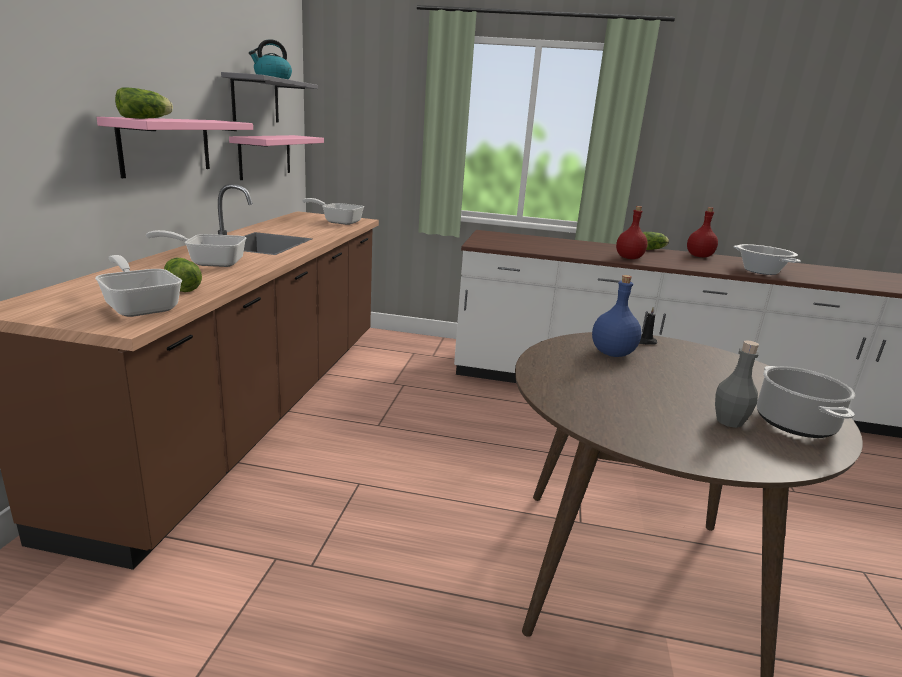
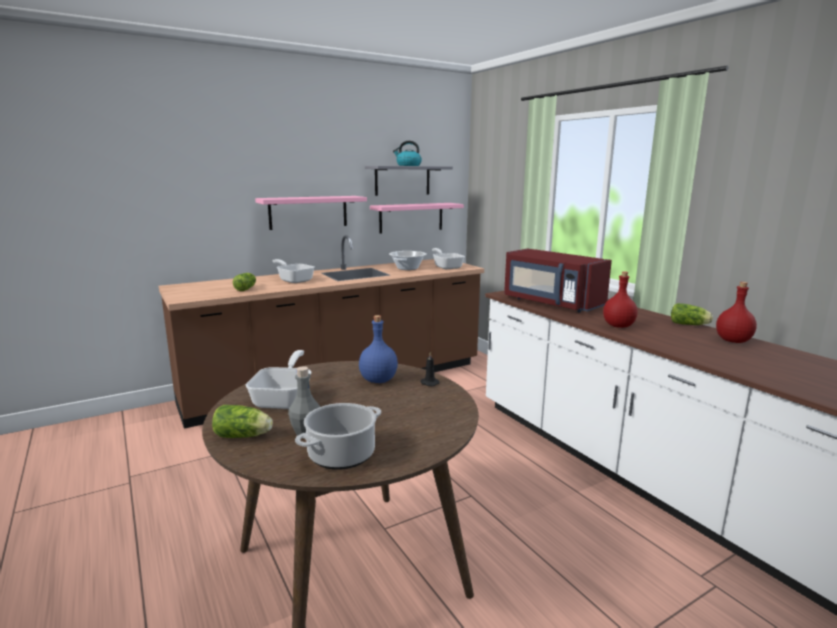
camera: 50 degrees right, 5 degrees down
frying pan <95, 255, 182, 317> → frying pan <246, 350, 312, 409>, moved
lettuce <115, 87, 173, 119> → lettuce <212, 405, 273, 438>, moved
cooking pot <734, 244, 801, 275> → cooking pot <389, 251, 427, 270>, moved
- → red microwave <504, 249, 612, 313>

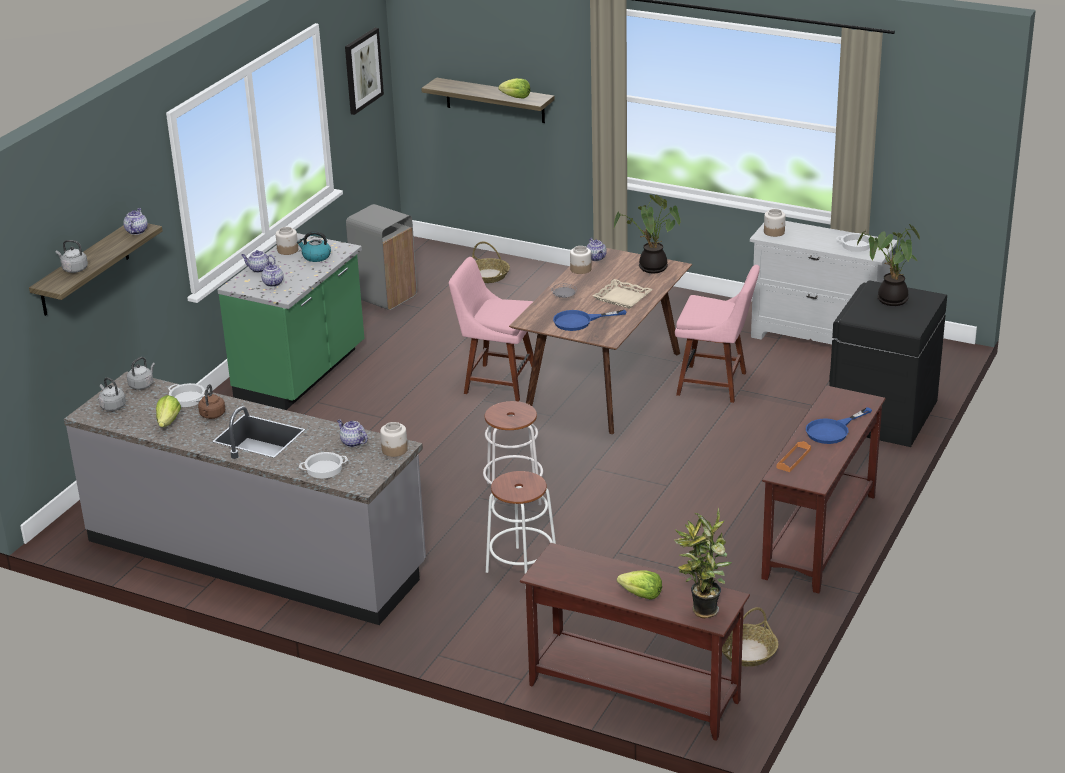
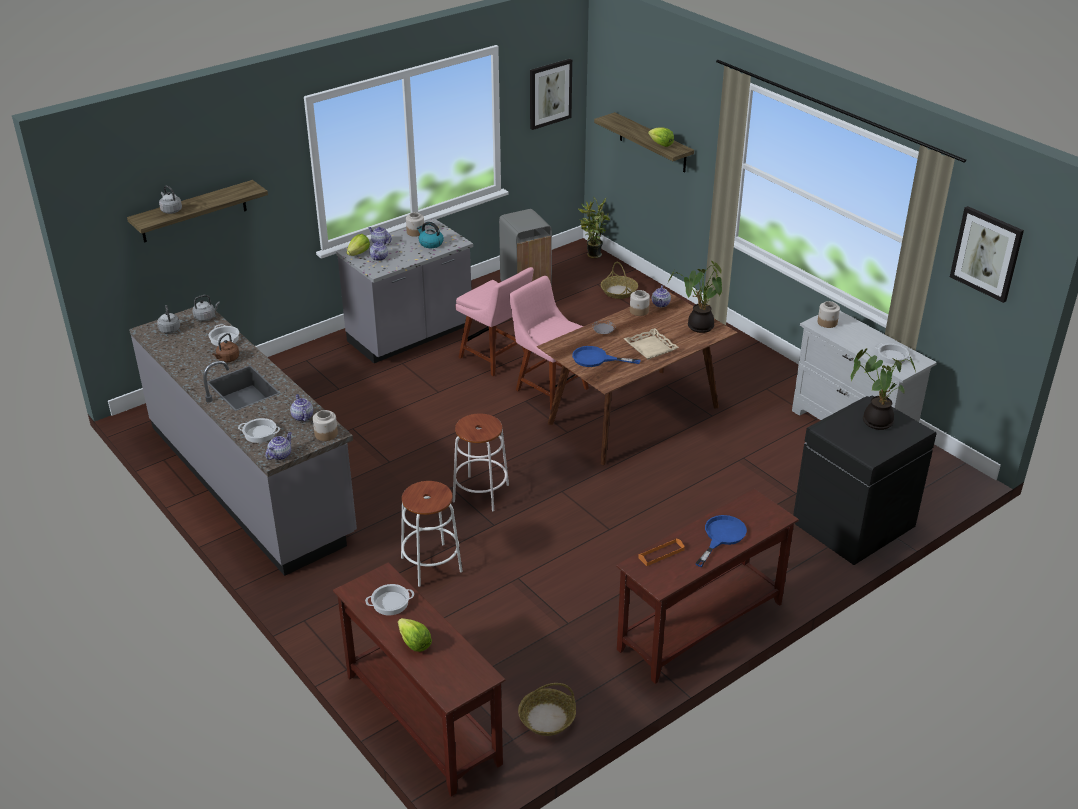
camera: 25 degrees right, 5 degrees up
teapot <123, 208, 148, 235> → teapot <265, 432, 292, 460>, moved
lettuce <156, 395, 181, 427> → lettuce <347, 234, 370, 256>, moved
green counter <217, 233, 364, 410> → grey counter <336, 218, 473, 363>
potted plant <674, 508, 732, 619> → potted plant <578, 196, 610, 258>, moved
pink chair <675, 265, 760, 403> → pink chair <455, 267, 534, 376>, moved
blue frying pan <806, 407, 872, 444> → blue frying pan <695, 515, 747, 567>, 135 degrees clockwise
- → cooking pot <365, 584, 414, 615>
- → picture <950, 206, 1024, 303>

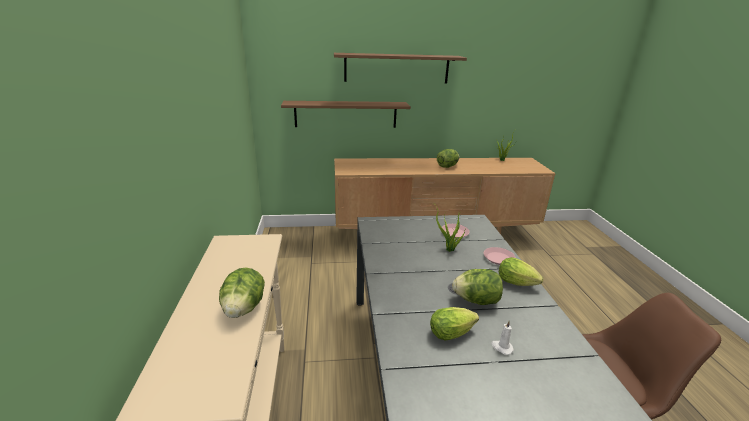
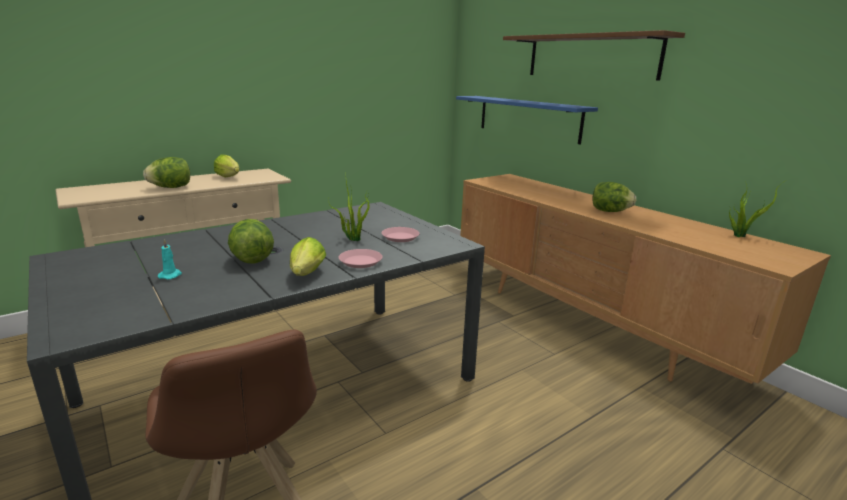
camera: 60 degrees right, 5 degrees down
brown shelf <281, 101, 411, 128> → blue shelf <456, 96, 598, 144>
lettuce <430, 307, 479, 340> → lettuce <214, 155, 240, 177>, moved
white candle <491, 321, 514, 355> → turquoise candle <158, 239, 182, 279>

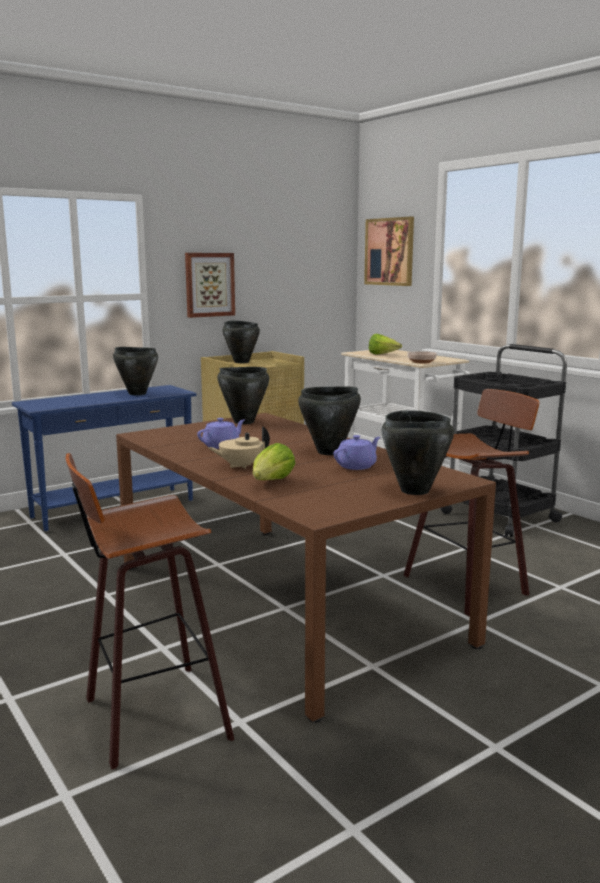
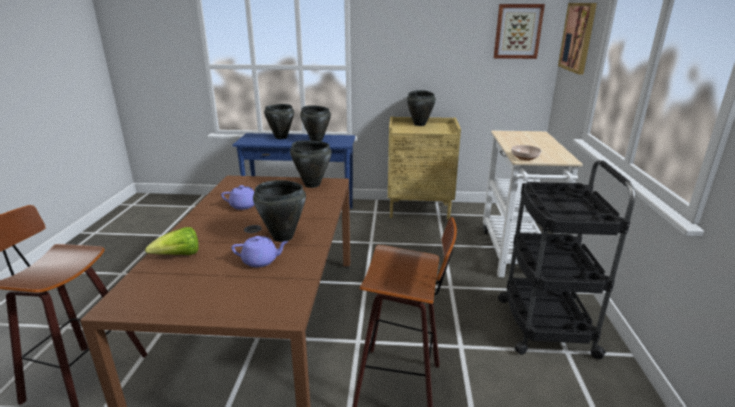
camera: 40 degrees right, 10 degrees up
picture <185, 253, 235, 318> → picture <494, 4, 545, 59>, moved
beige teapot <208, 426, 270, 469> → -
lettuce <369, 334, 402, 355> → -
black cooking pot <381, 410, 454, 495> → black cooking pot <264, 104, 294, 139>, moved

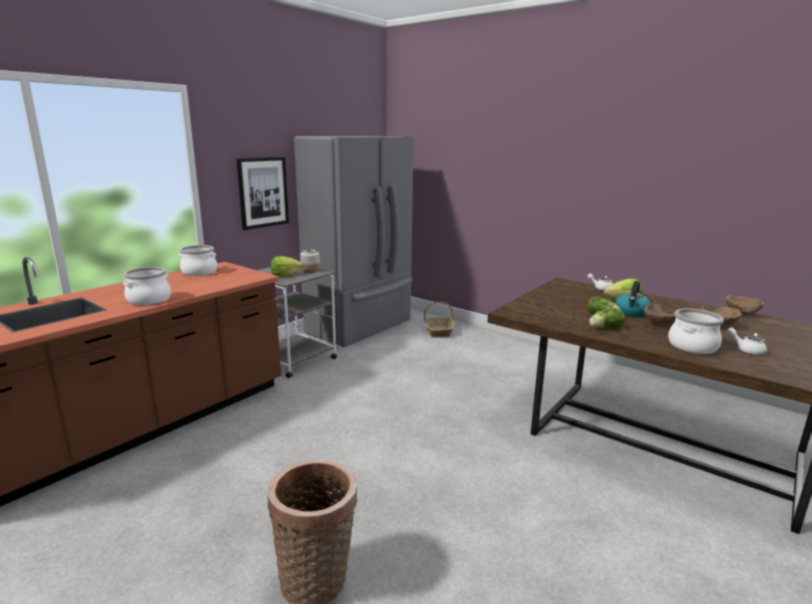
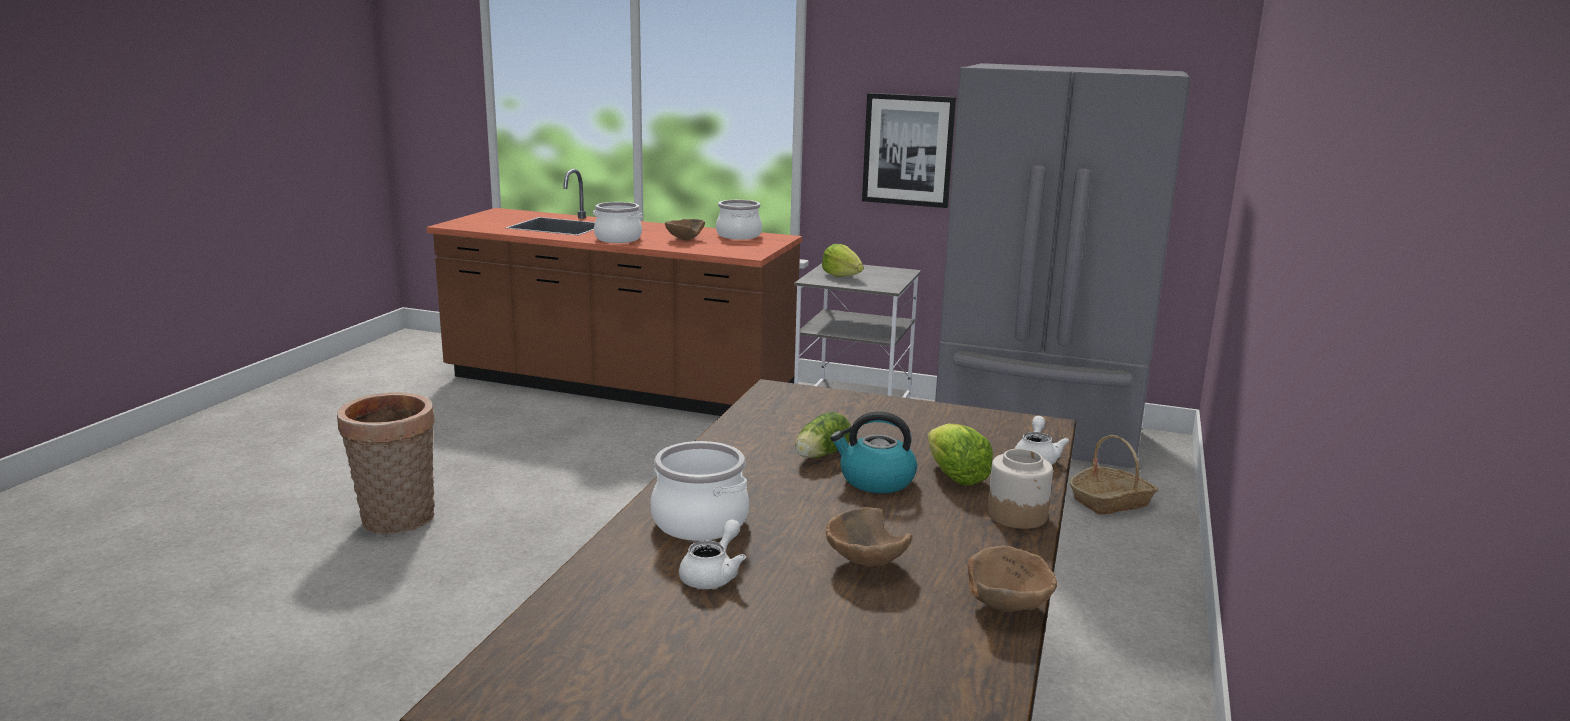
camera: 70 degrees right, 0 degrees up
jar <300, 249, 320, 273> → jar <987, 449, 1053, 529>, moved
lettuce <589, 308, 625, 329> → -
brown bowl <644, 304, 676, 325> → brown bowl <665, 219, 705, 240>, moved

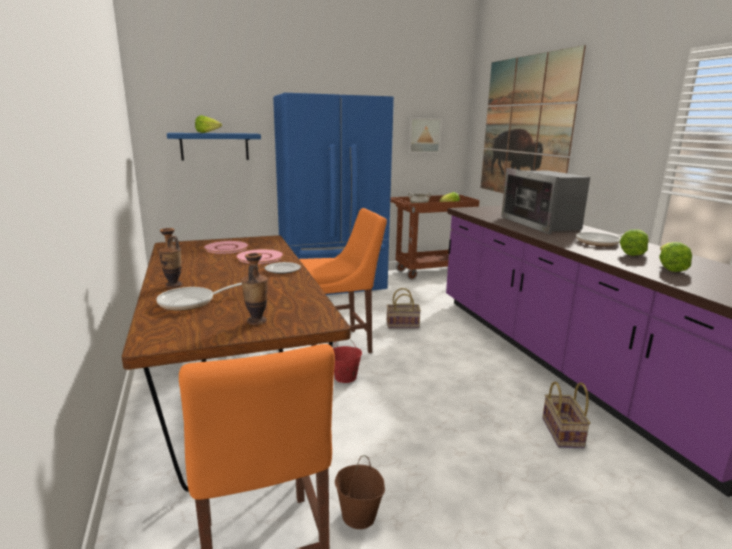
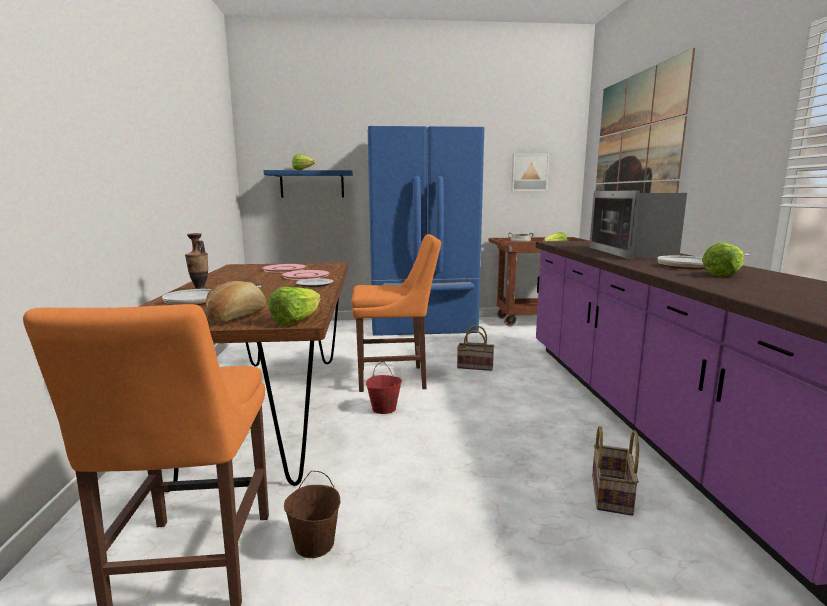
camera: 15 degrees right, 5 degrees down
vase <241, 253, 268, 325> → bread <206, 281, 266, 324>
lettuce <659, 242, 692, 272> → lettuce <268, 287, 321, 325>, moved

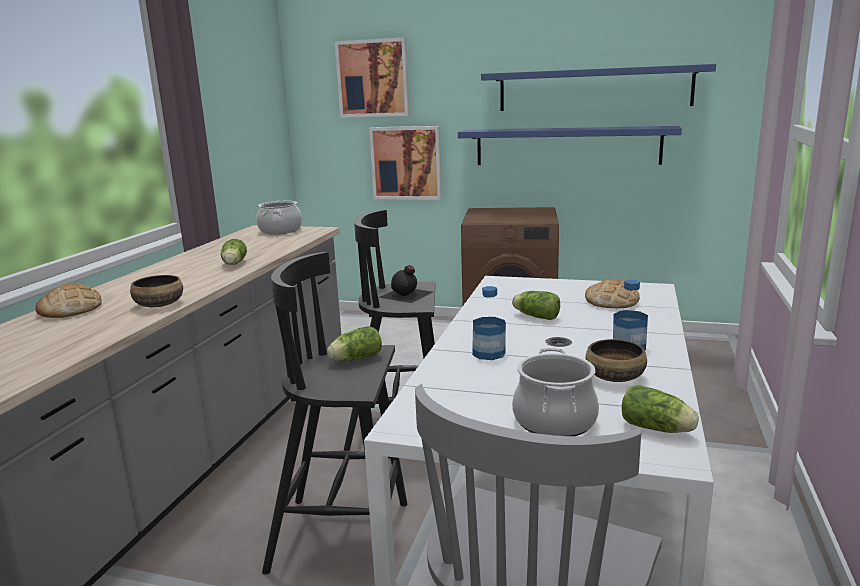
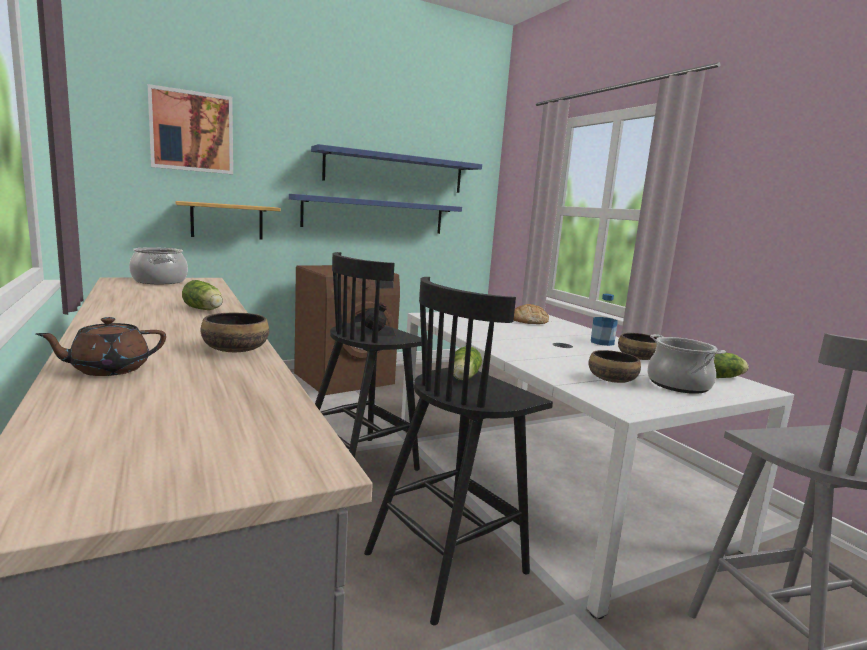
camera: 45 degrees left, 5 degrees down
bread <35, 284, 102, 318> → brown teapot <36, 317, 166, 376>
picture <369, 126, 442, 200> → shelf <175, 201, 281, 239>
bottle <472, 286, 506, 360> → -
lettuce <512, 291, 560, 320> → -
- → bowl <588, 350, 641, 383>

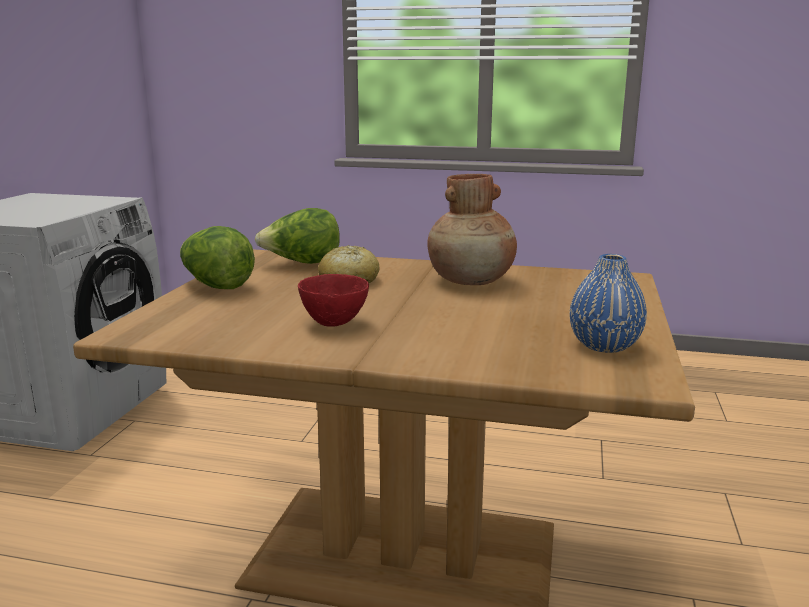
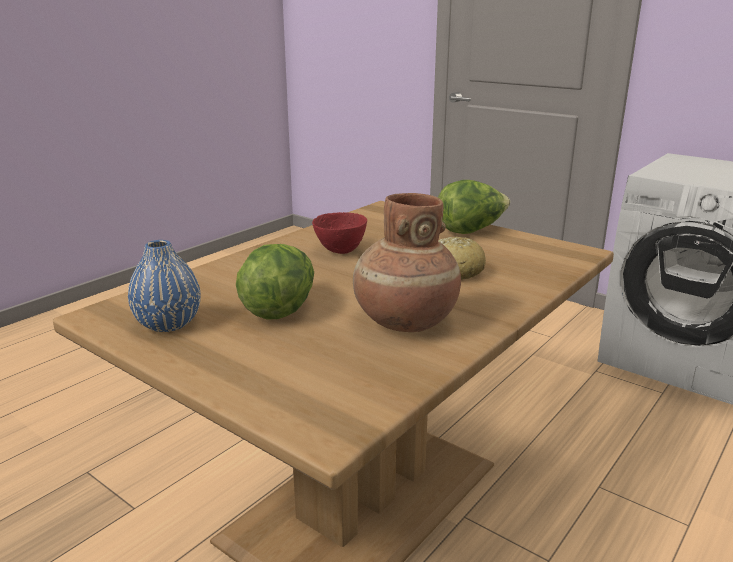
camera: 115 degrees right, 5 degrees up
lettuce <255, 208, 340, 264> → lettuce <236, 244, 314, 320>, moved

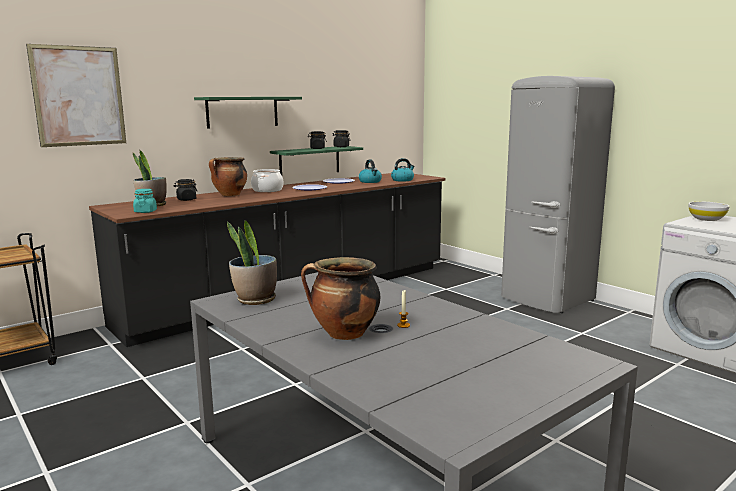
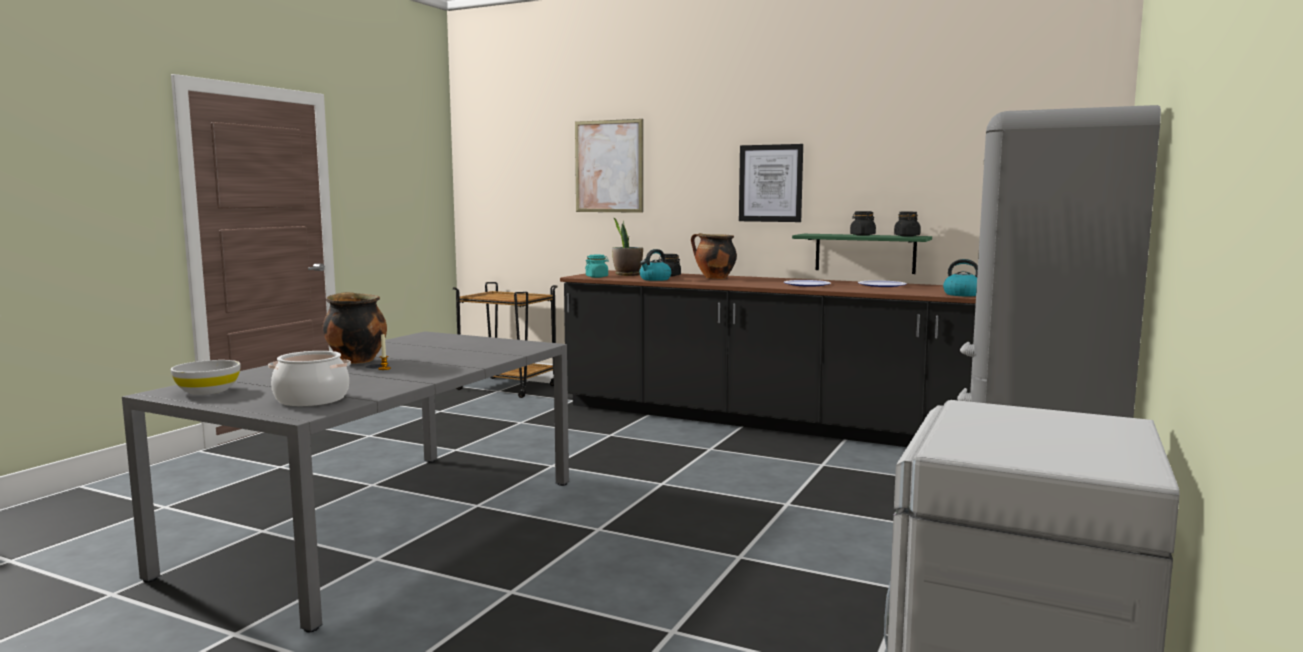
camera: 65 degrees right, 5 degrees down
green shelf <194, 97, 302, 129> → picture <739, 144, 803, 222>
potted plant <227, 220, 277, 305> → -
cooking pot <251, 169, 283, 192> → cooking pot <268, 351, 351, 406>, moved
kettle <359, 159, 382, 183> → kettle <640, 249, 671, 281>, moved
white bowl <688, 202, 730, 221> → white bowl <171, 360, 241, 395>, moved

